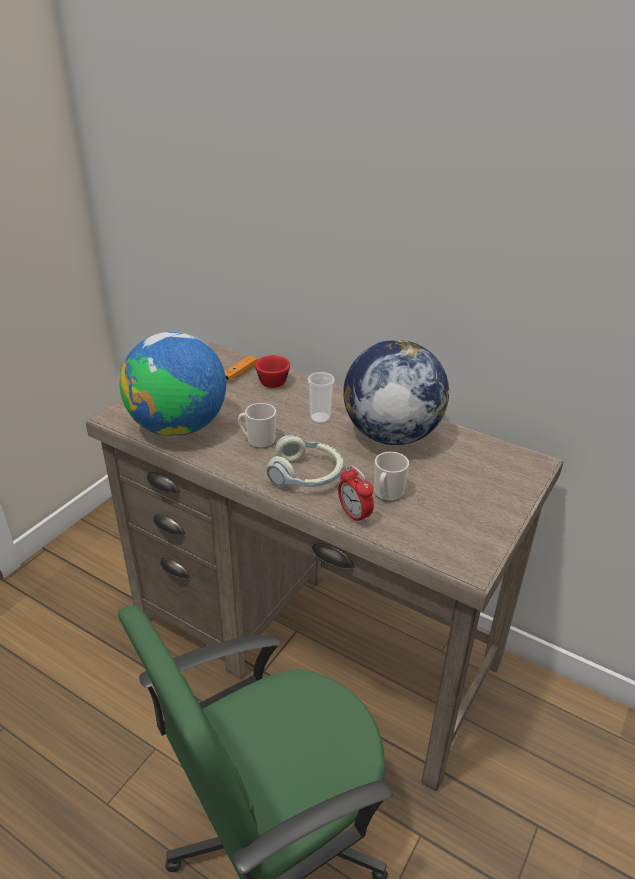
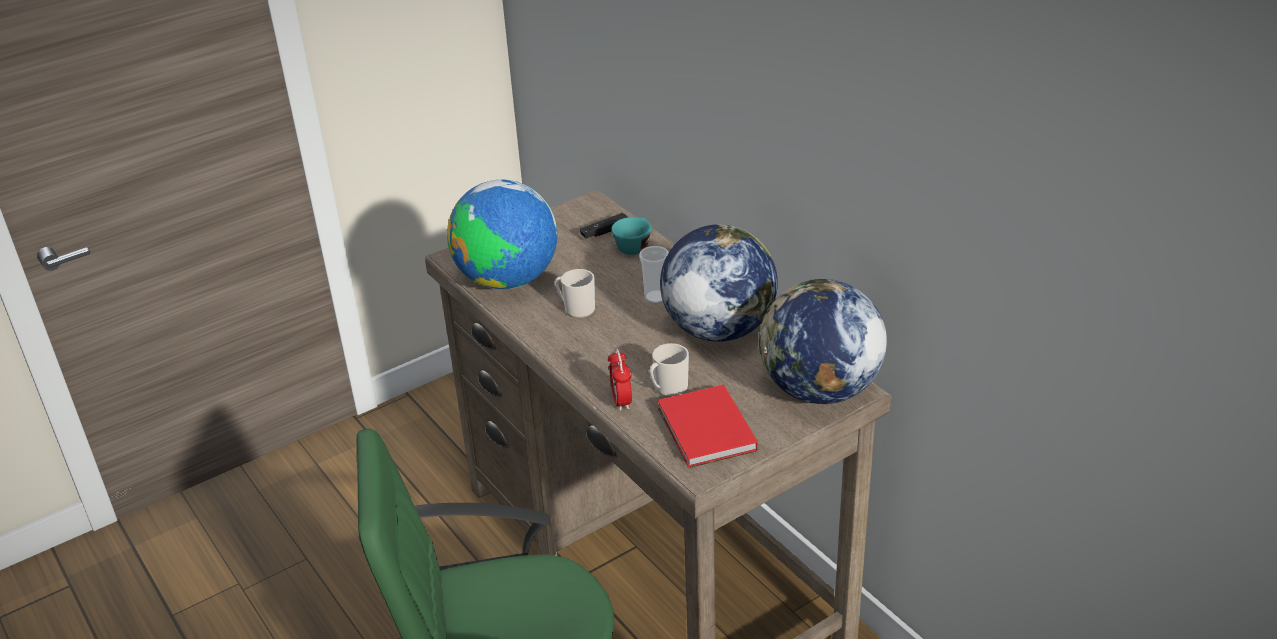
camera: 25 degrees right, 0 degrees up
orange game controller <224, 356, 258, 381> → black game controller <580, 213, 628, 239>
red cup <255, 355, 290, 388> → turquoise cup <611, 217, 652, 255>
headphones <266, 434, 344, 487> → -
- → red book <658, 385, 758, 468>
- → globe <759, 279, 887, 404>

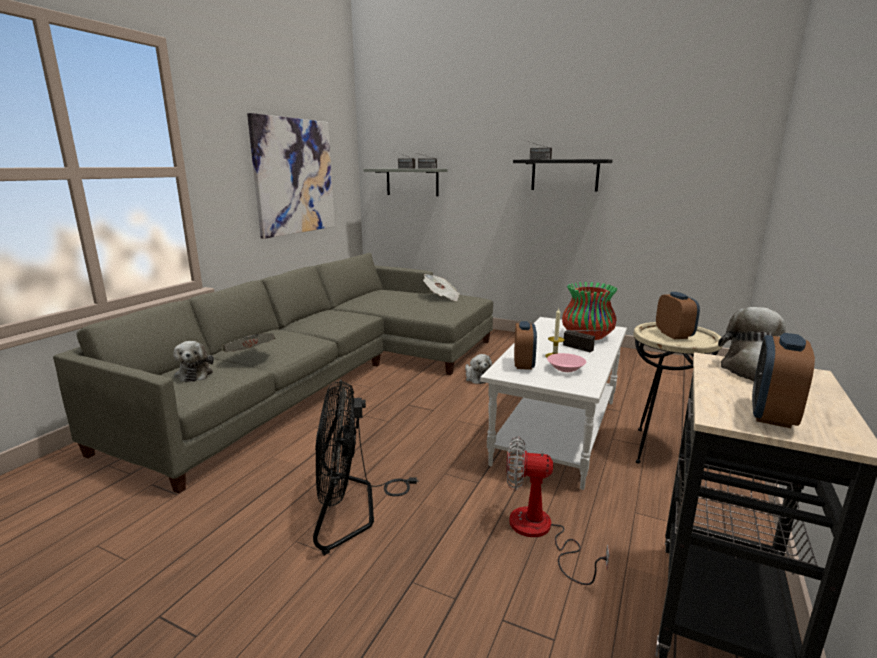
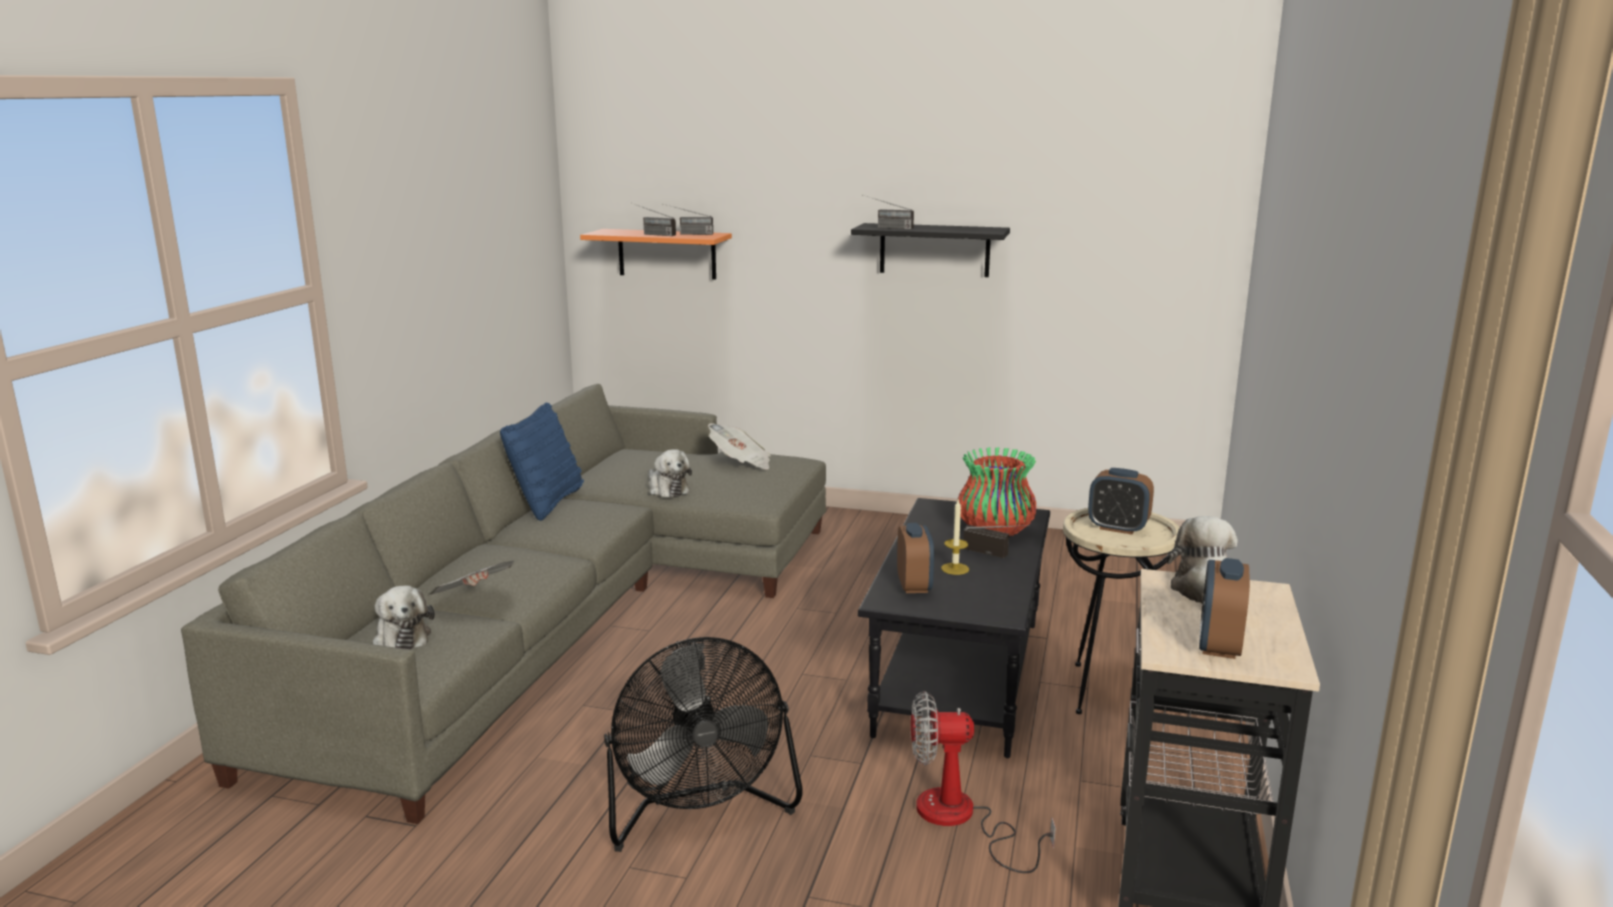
camera: 10 degrees left, 0 degrees up
picture <247, 113, 335, 239> → -
black fan <313, 380, 419, 556> → black fan <604, 637, 803, 852>, 90 degrees counterclockwise
grey shelf <364, 169, 448, 196> → orange shelf <580, 229, 732, 280>
plush toy <465, 354, 492, 384> → plush toy <648, 449, 692, 497>, moved
white coffee table <480, 317, 627, 490> → black coffee table <858, 498, 1050, 758>
pink bowl <547, 353, 586, 372> → -
alarm clock <656, 292, 700, 339> → alarm clock <1088, 468, 1154, 535>, 135 degrees clockwise
- → blue pillow <500, 403, 584, 521>

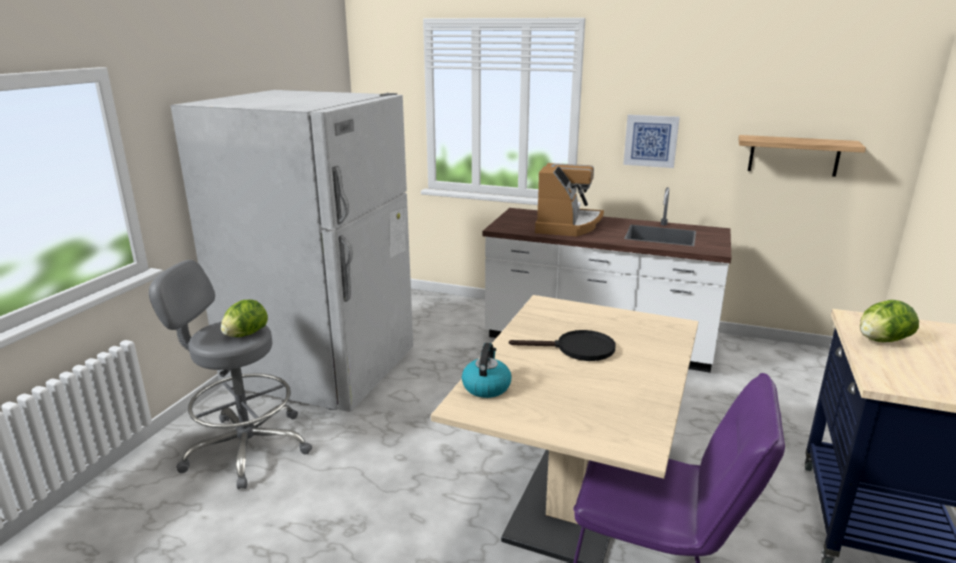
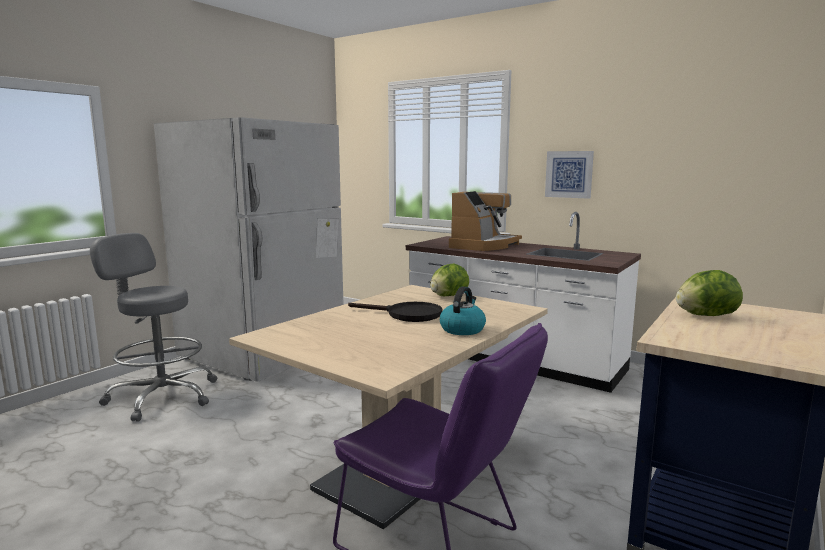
camera: 15 degrees right, 10 degrees down
lettuce <221, 300, 268, 337> → lettuce <430, 263, 469, 296>, moved
kettle <462, 343, 511, 398> → kettle <440, 286, 486, 335>, moved
shelf <738, 135, 866, 177> → -

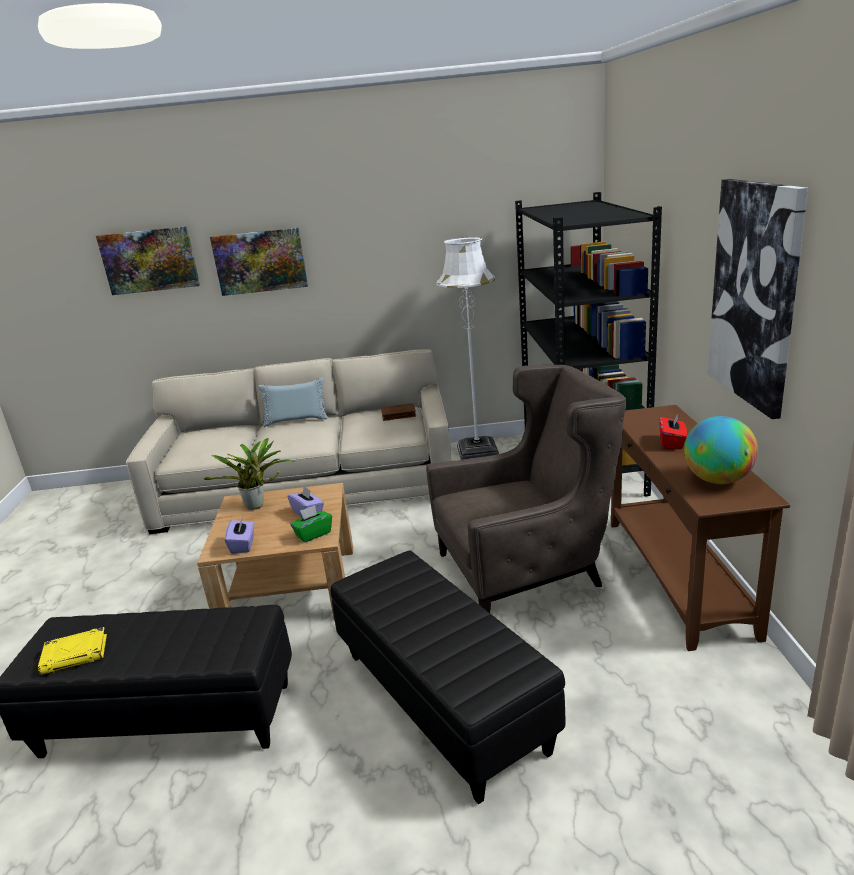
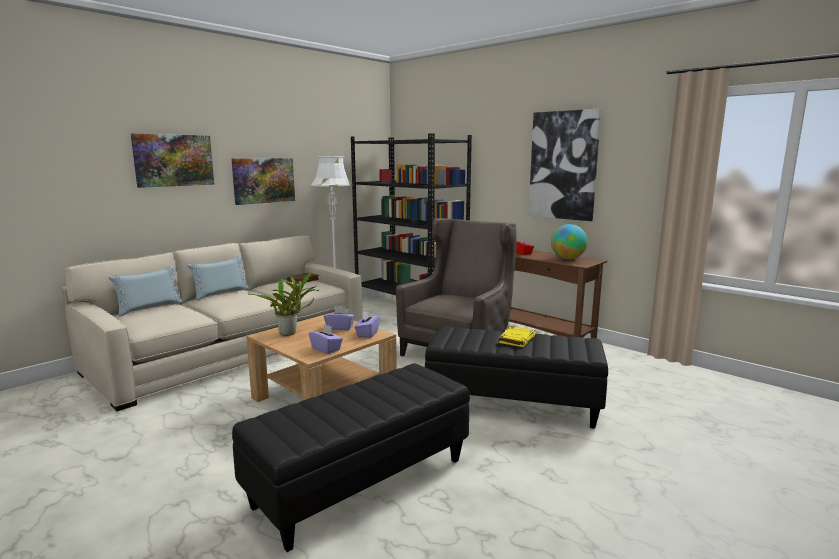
camera: 45 degrees left, 10 degrees down
yellow book <38, 627, 107, 675> → yellow book <499, 326, 536, 347>, moved
picture <96, 226, 200, 295> → picture <231, 158, 295, 205>, moved
green tissue box <290, 505, 332, 543> → purple tissue box <354, 311, 380, 338>
- → blue pillow <108, 266, 182, 316>

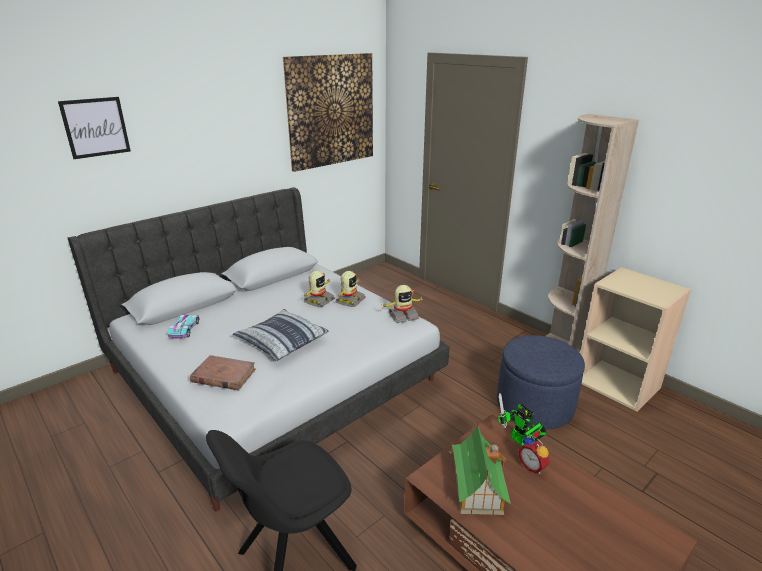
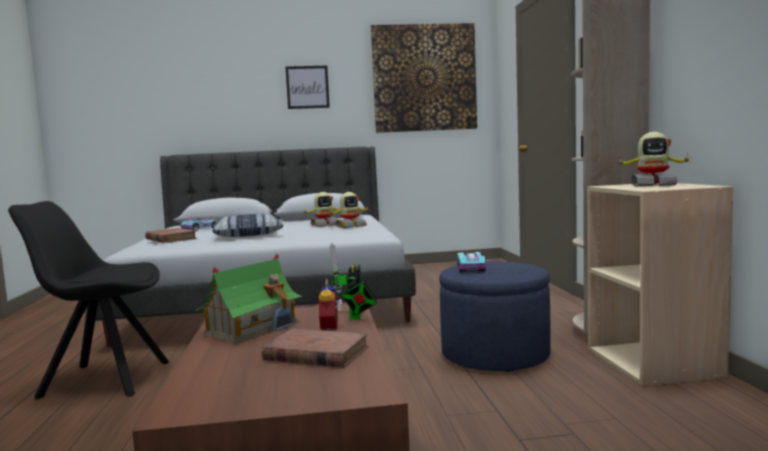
camera: 35 degrees right, 20 degrees down
picture <58, 97, 131, 159> → picture <286, 66, 330, 109>, moved
toy robot <383, 285, 424, 323> → toy robot <615, 132, 690, 186>, moved
- → brown book <262, 328, 368, 368>
- → toy car <457, 252, 486, 272>

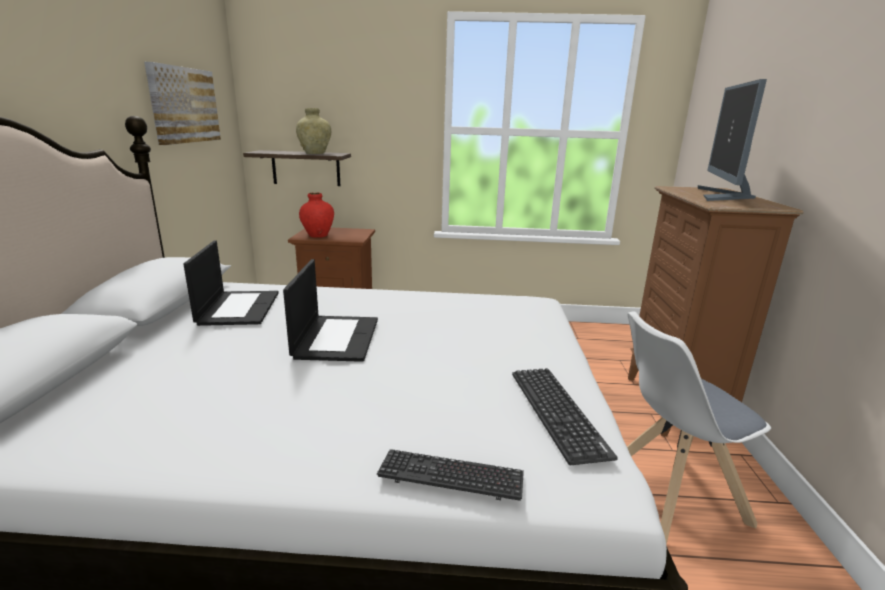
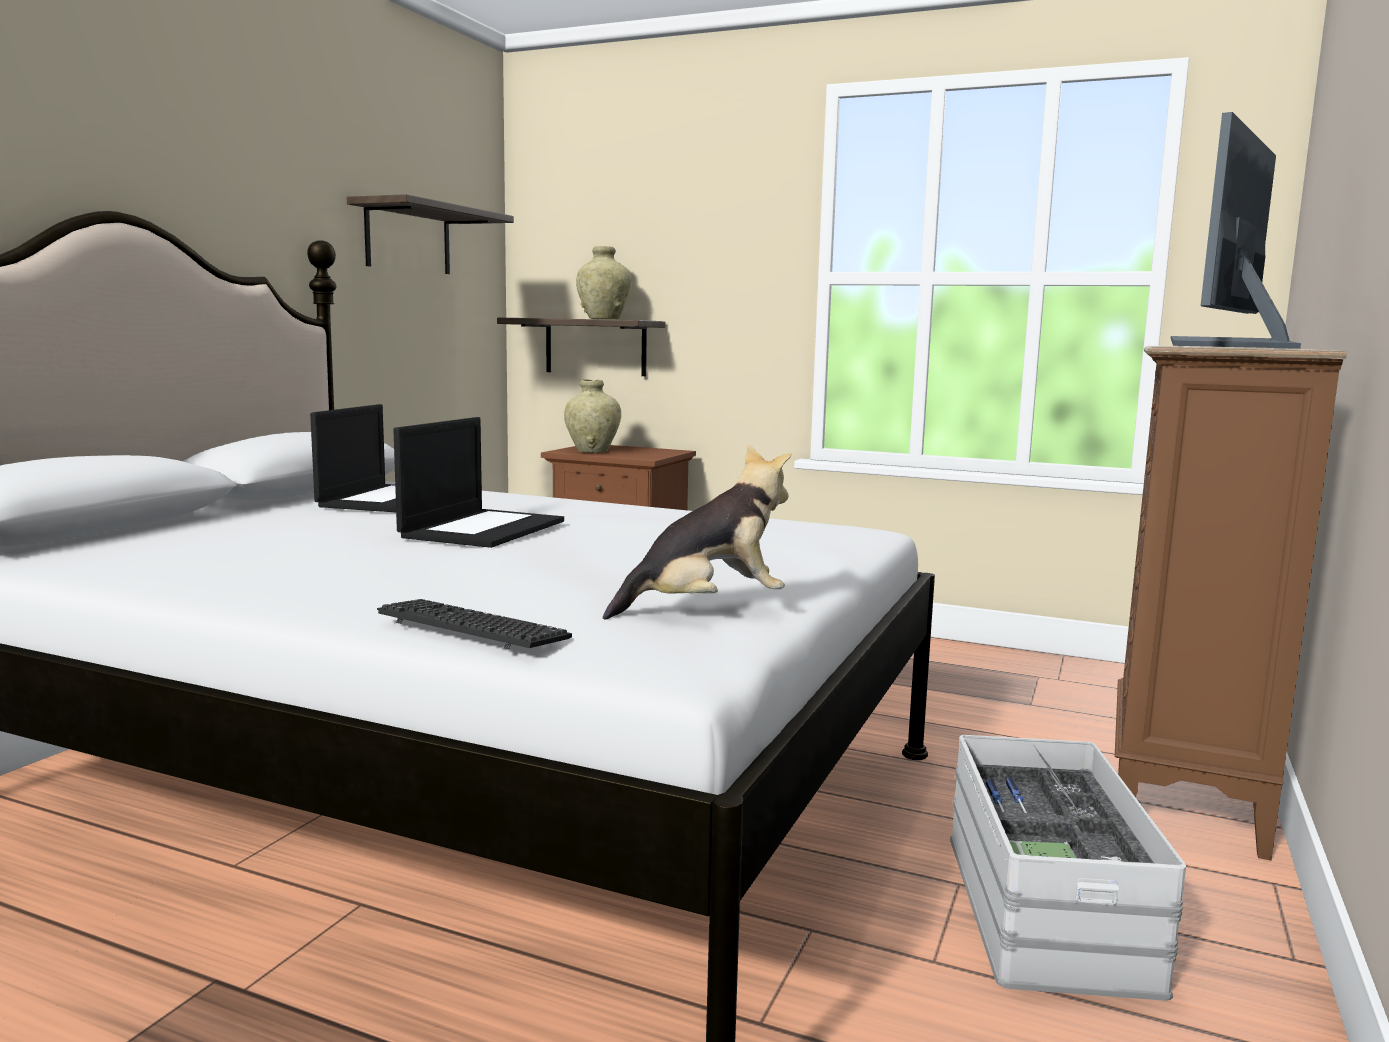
camera: 20 degrees right, 10 degrees down
picture <144, 62, 221, 145> → shelf <347, 194, 514, 274>
red vase <299, 192, 334, 238> → beige vase <564, 379, 621, 453>
keyboard <512, 368, 617, 465> → plush toy <603, 445, 792, 619>
chair <627, 311, 771, 545> → grey storage box <950, 735, 1186, 1001>

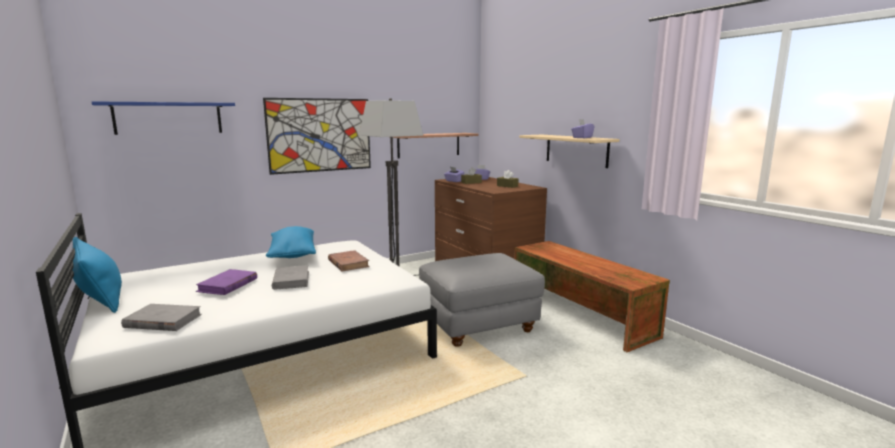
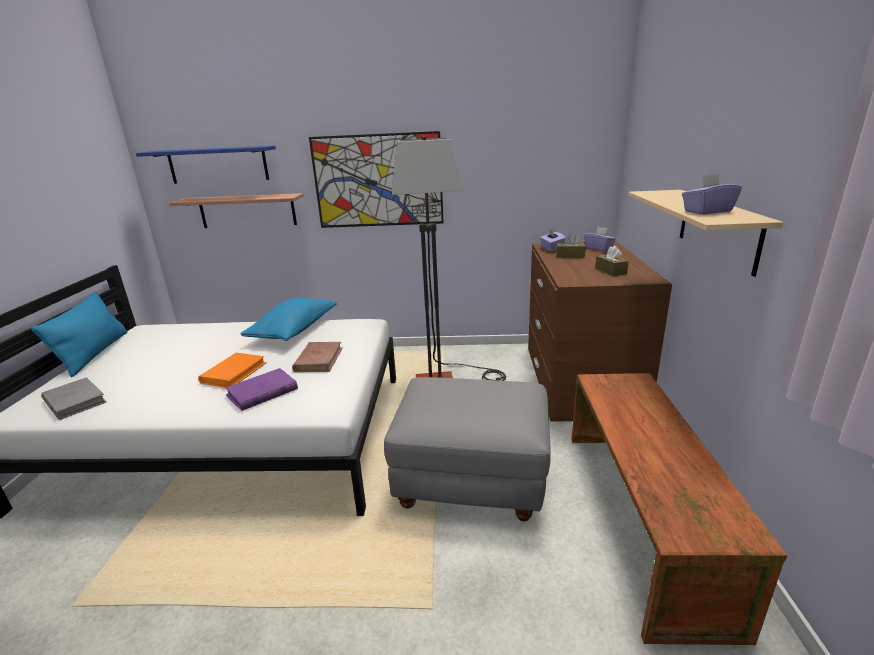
camera: 35 degrees right, 10 degrees up
purple book <196, 269, 257, 295> → purple book <226, 368, 298, 411>, moved
grey book <272, 265, 309, 290> → orange book <198, 353, 267, 388>
shelf <393, 133, 479, 158> → shelf <169, 193, 304, 228>, moved

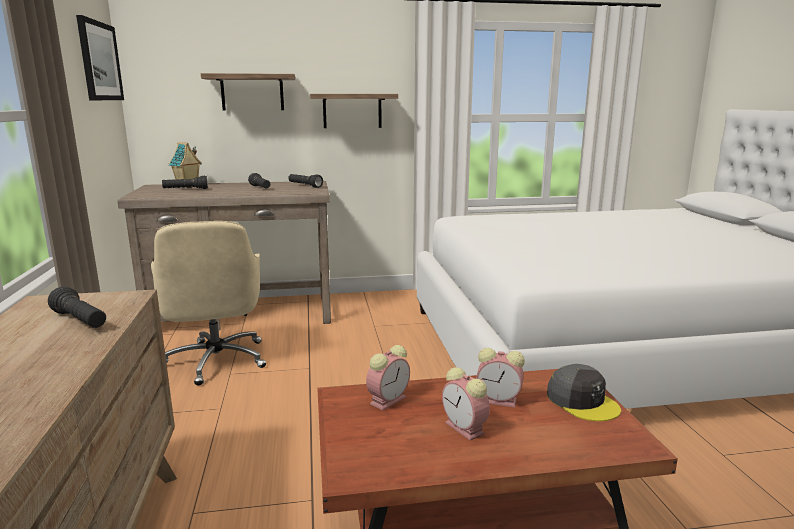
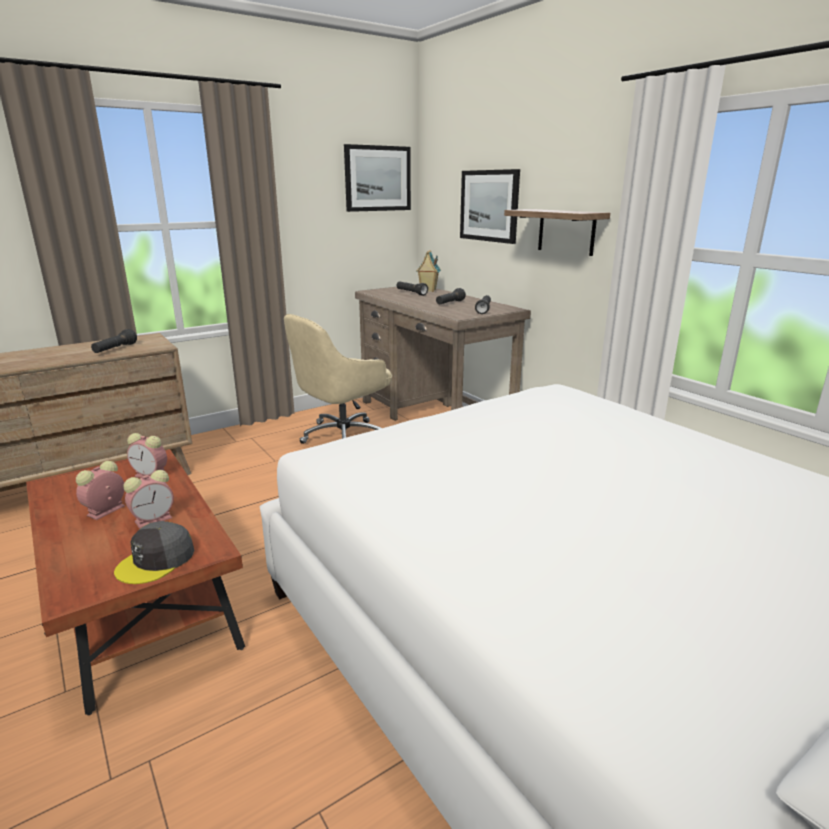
camera: 65 degrees right, 5 degrees up
shelf <201, 73, 295, 110> → picture <460, 169, 520, 244>
alarm clock <476, 348, 525, 408> → alarm clock <124, 470, 174, 529>, 120 degrees counterclockwise

